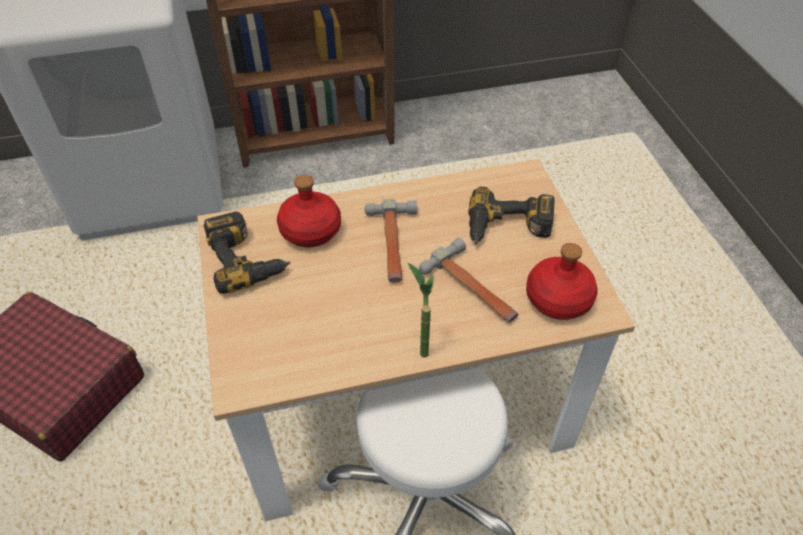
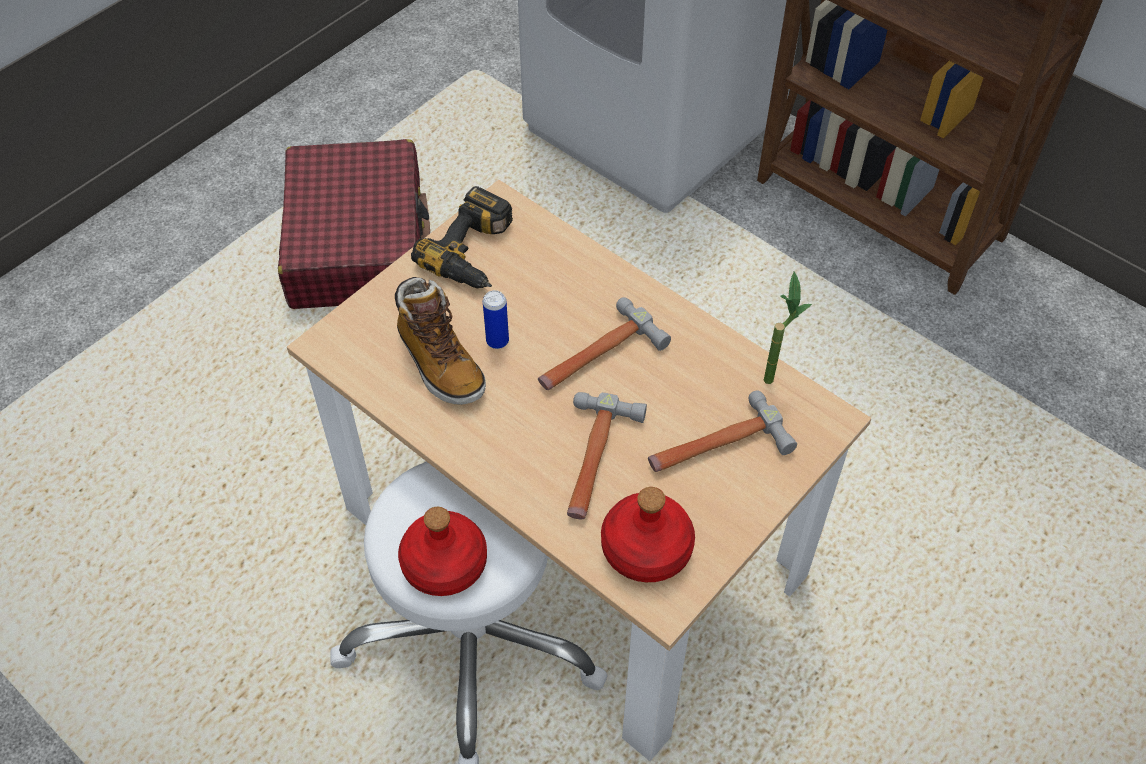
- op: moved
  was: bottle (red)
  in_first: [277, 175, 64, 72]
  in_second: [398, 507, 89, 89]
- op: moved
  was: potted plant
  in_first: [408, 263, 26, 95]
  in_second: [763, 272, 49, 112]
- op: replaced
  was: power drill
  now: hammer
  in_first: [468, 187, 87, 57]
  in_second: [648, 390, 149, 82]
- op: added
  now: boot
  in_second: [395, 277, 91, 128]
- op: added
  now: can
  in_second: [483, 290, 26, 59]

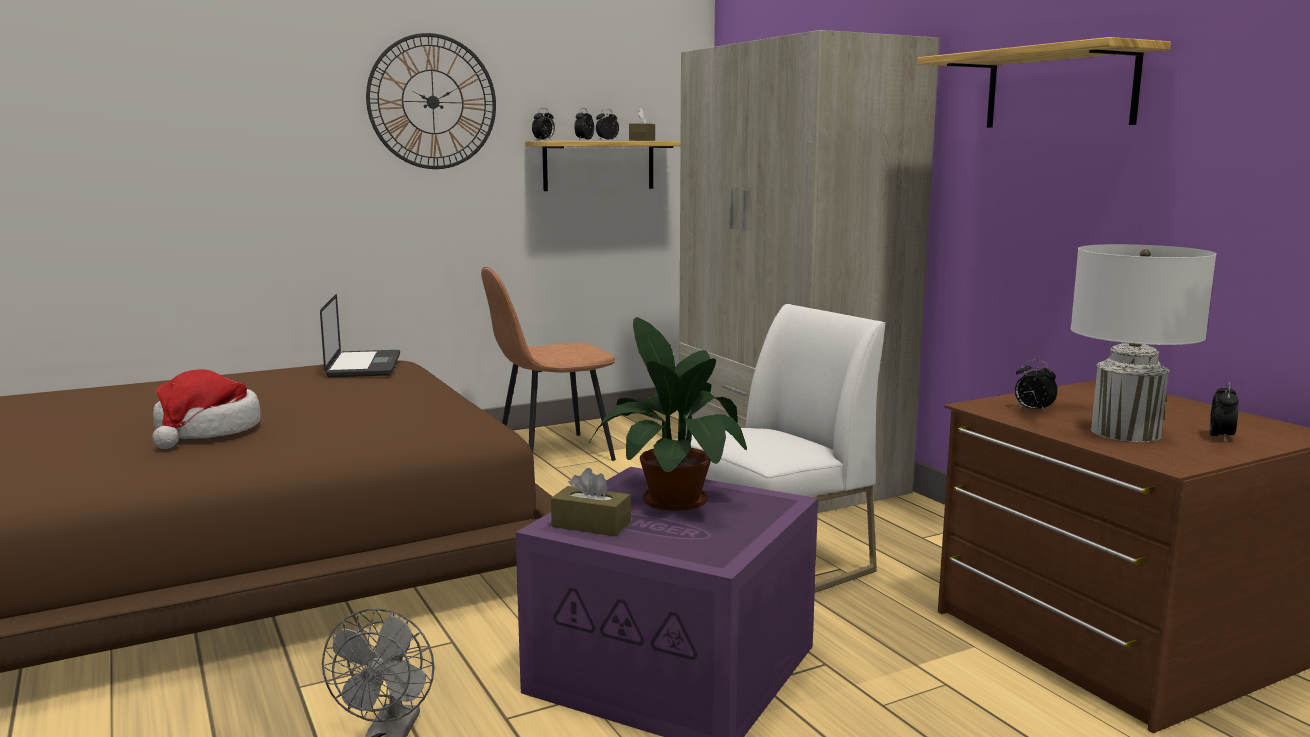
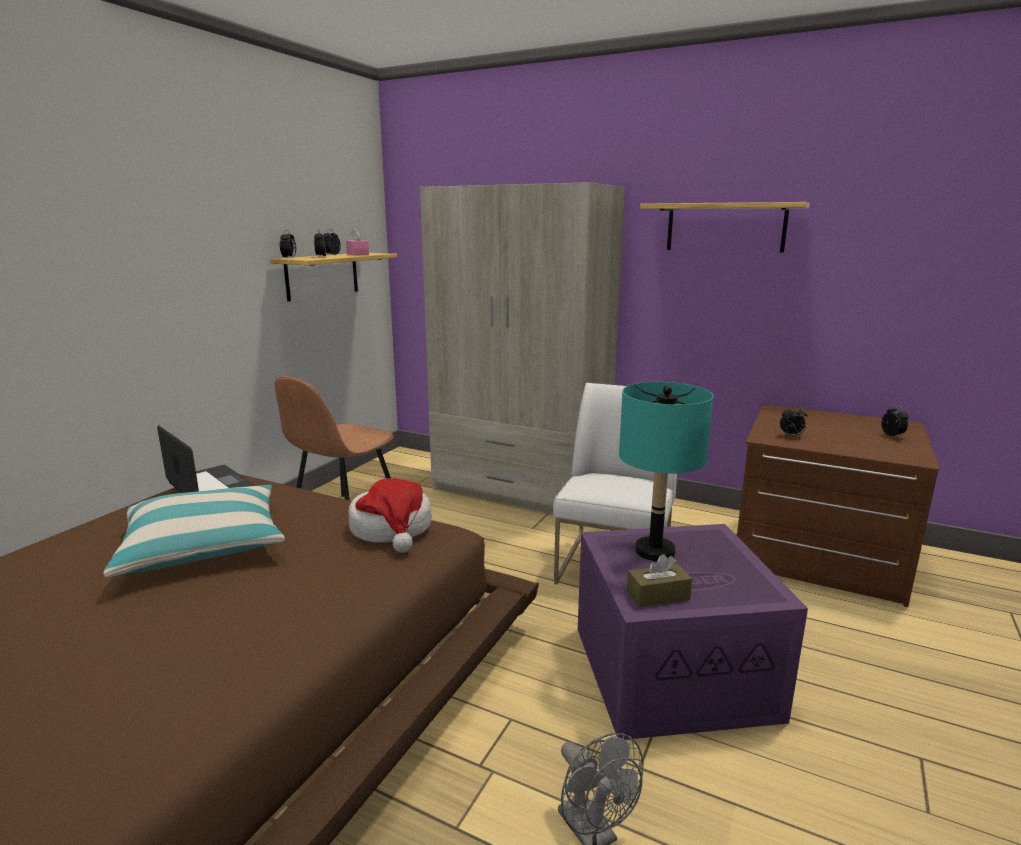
- op: moved
  was: hat
  in_first: [152, 369, 109, 80]
  in_second: [348, 478, 84, 75]
- op: removed
  was: wall clock
  in_first: [366, 33, 130, 136]
- op: replaced
  was: potted plant
  now: table lamp (turquoise)
  in_first: [589, 317, 158, 194]
  in_second: [619, 382, 95, 179]
- op: recoloured
  was: tissue box (brown)
  now: tissue box (pink)
  in_first: [629, 108, 26, 33]
  in_second: [346, 228, 23, 27]
- op: removed
  was: table lamp (white)
  in_first: [1071, 244, 145, 198]
- op: added
  now: pillow
  in_second: [103, 485, 182, 92]

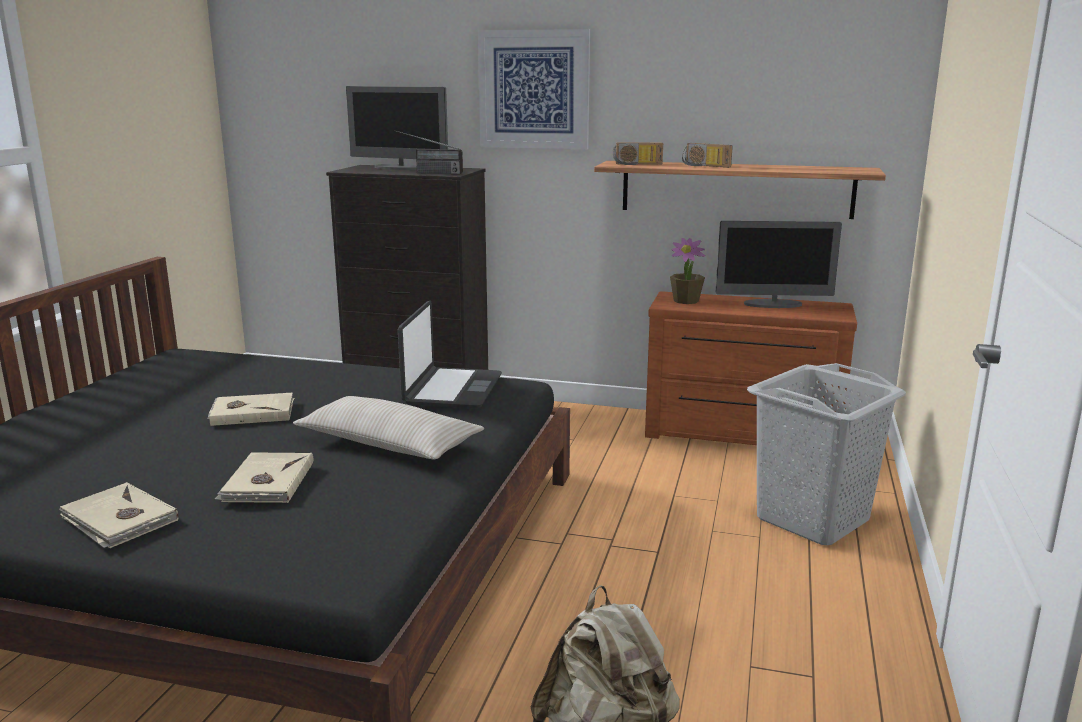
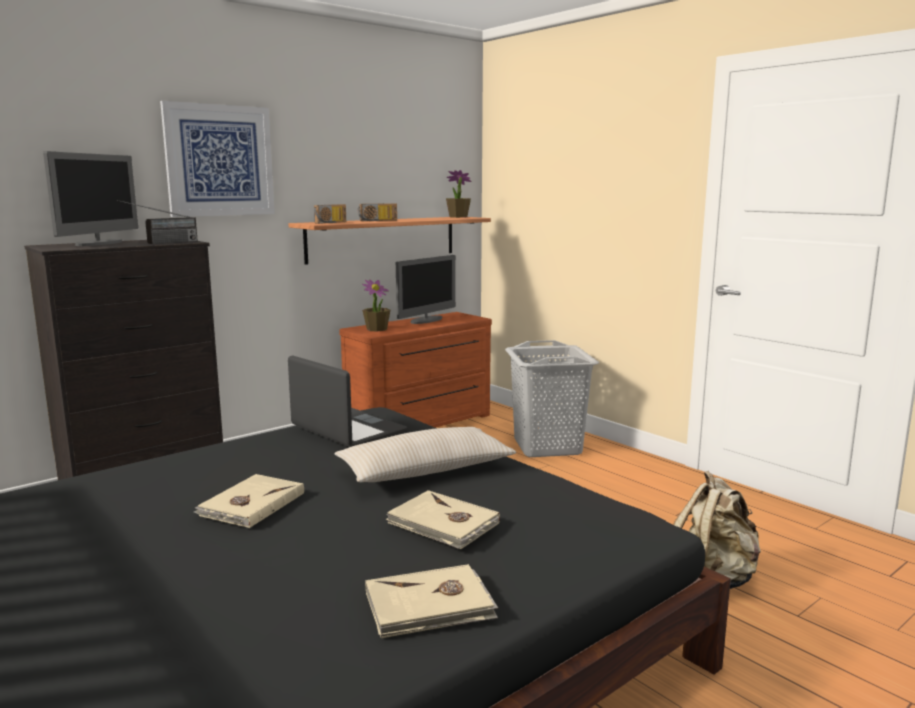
- op: turned
  was: monitor
  in_first: [346, 86, 102, 84]
  in_second: [43, 151, 95, 95]
  clockwise: -45
- op: added
  now: potted plant
  in_second: [446, 170, 25, 48]

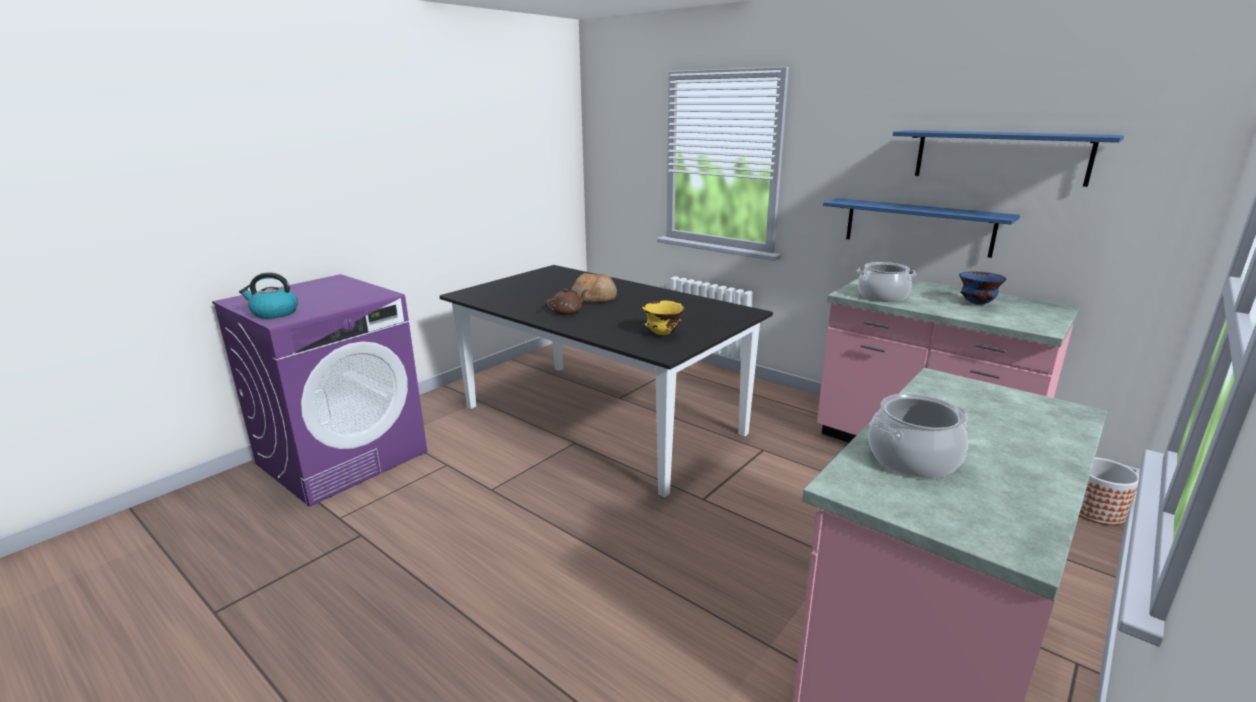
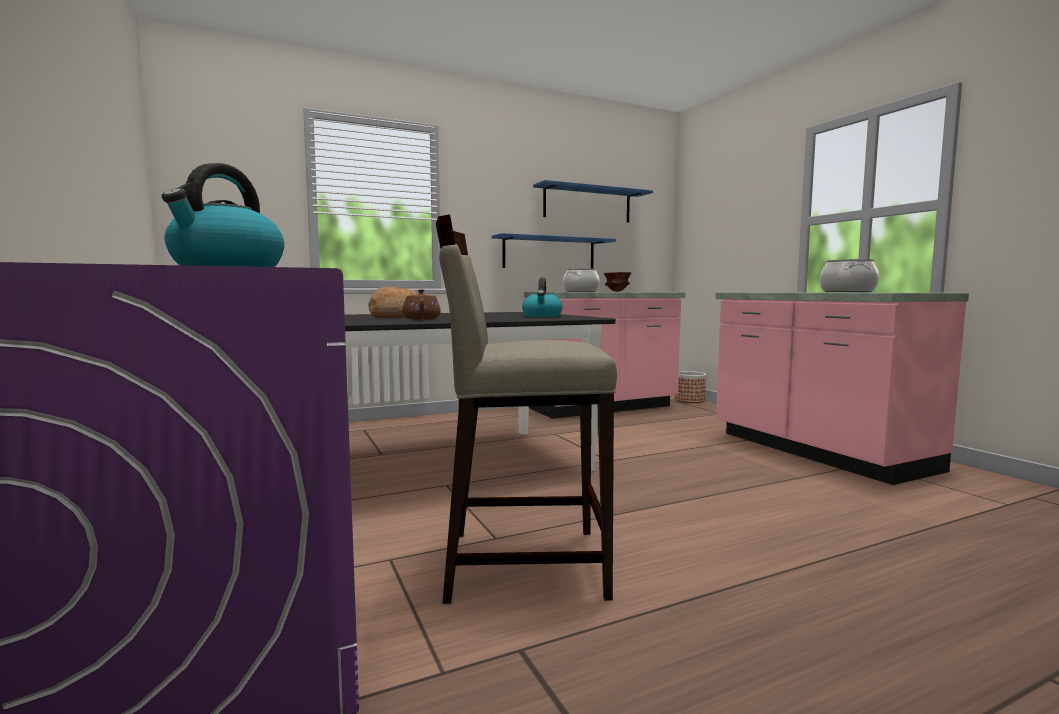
- op: replaced
  was: bowl (yellow)
  now: kettle
  in_first: [642, 300, 43, 35]
  in_second: [522, 278, 41, 39]
- op: recoloured
  was: bowl (blue)
  now: bowl (brown)
  in_first: [959, 272, 48, 33]
  in_second: [603, 272, 28, 20]
- op: added
  now: stool (beige)
  in_second: [436, 214, 181, 390]

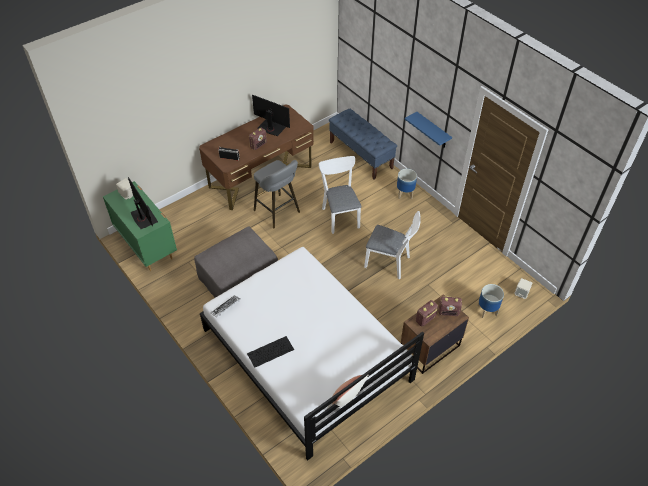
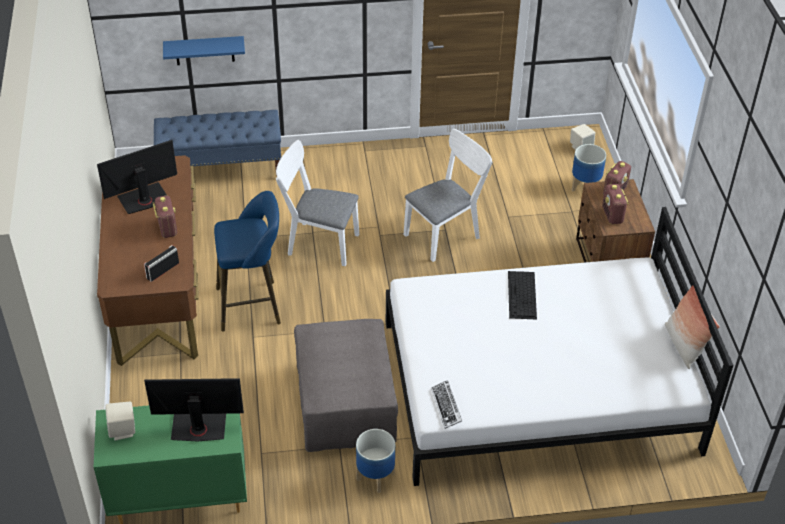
- op: moved
  was: keyboard
  in_first: [247, 336, 47, 32]
  in_second: [508, 271, 29, 49]
- op: recoloured
  was: stool (grey)
  now: stool (blue)
  in_first: [254, 160, 46, 69]
  in_second: [214, 191, 67, 141]
- op: moved
  was: planter
  in_first: [397, 169, 20, 30]
  in_second: [356, 429, 39, 64]
- op: moved
  was: shelf (blue)
  in_first: [405, 112, 47, 36]
  in_second: [163, 36, 82, 29]

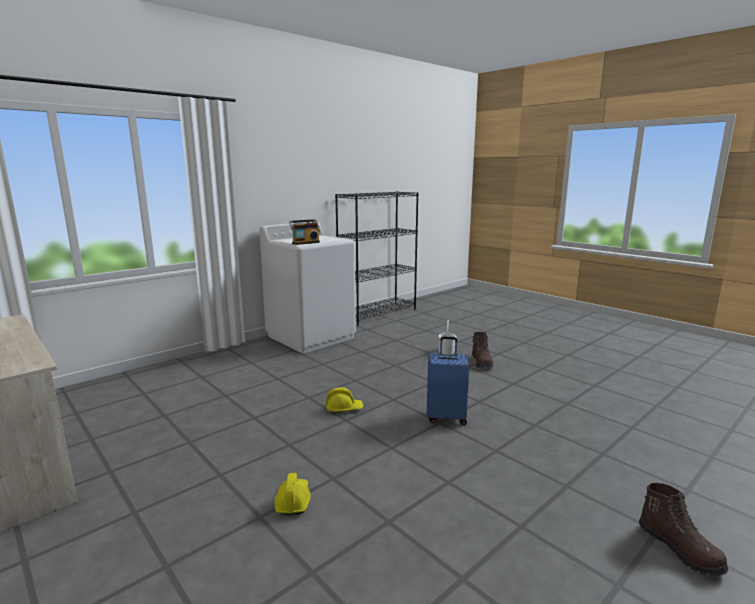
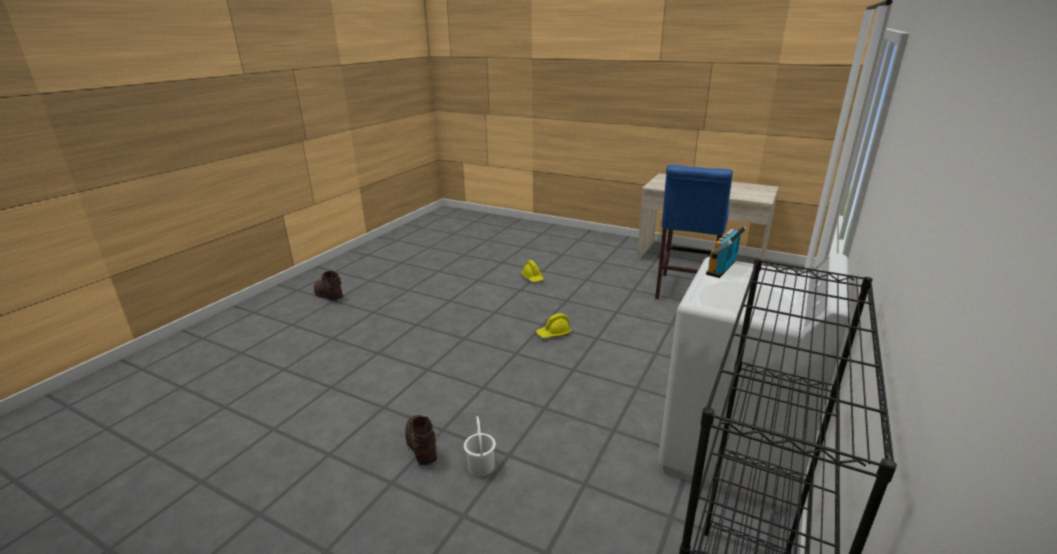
- op: removed
  was: suitcase (blue)
  in_first: [426, 337, 43, 88]
- op: added
  now: stool (blue)
  in_second: [655, 165, 78, 134]

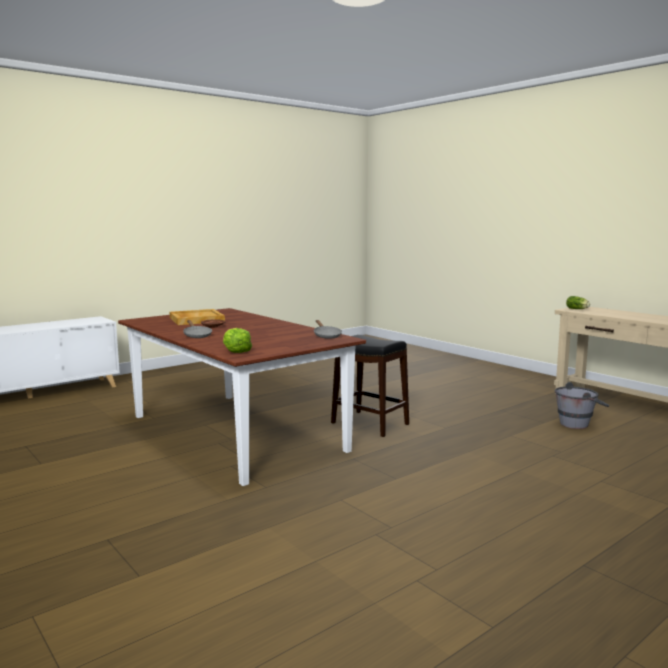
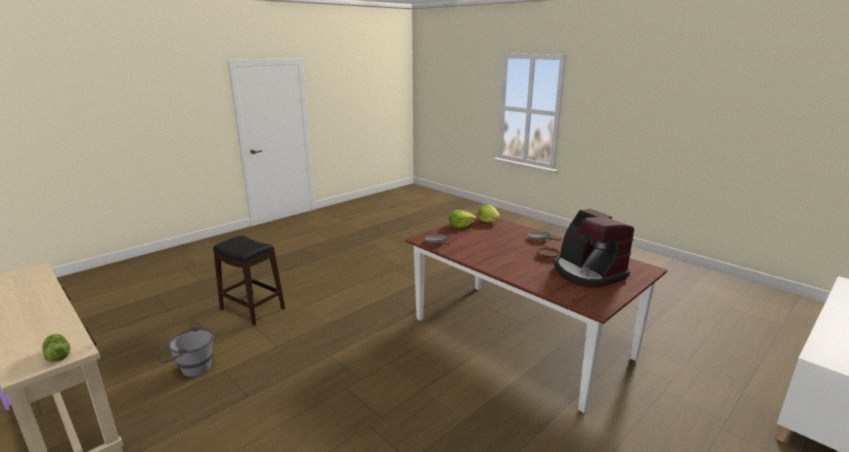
- op: replaced
  was: tray (beige)
  now: coffee machine
  in_first: [169, 309, 56, 16]
  in_second: [554, 209, 80, 79]
- op: moved
  was: stool (black)
  in_first: [331, 335, 78, 102]
  in_second: [213, 235, 72, 91]
- op: added
  now: lettuce
  in_second: [449, 210, 27, 18]

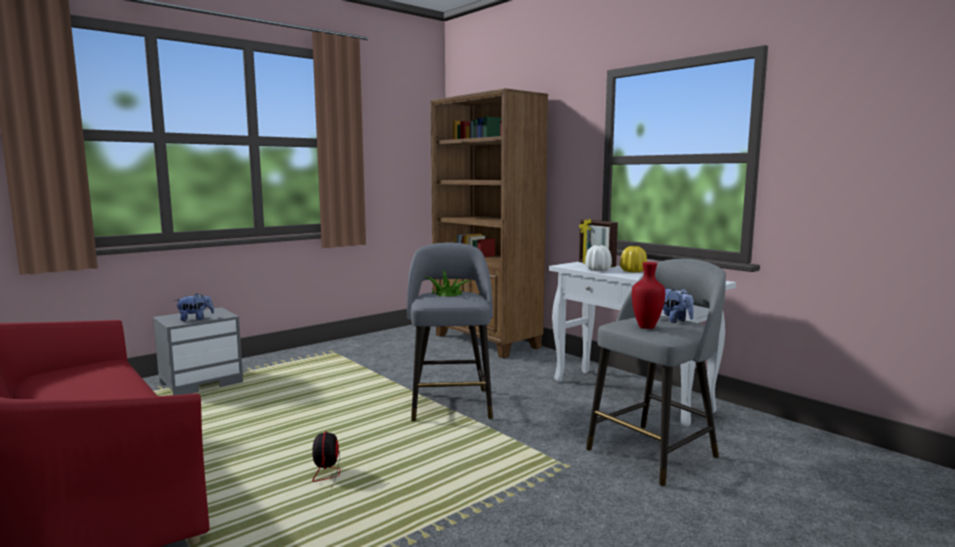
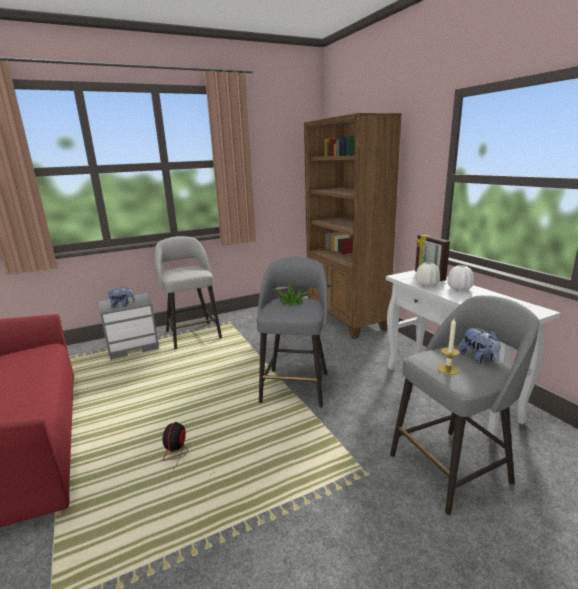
- op: recoloured
  was: vase (yellow)
  now: vase (white)
  in_first: [620, 246, 27, 27]
  in_second: [447, 265, 27, 25]
- op: replaced
  was: vase (red)
  now: candle
  in_first: [632, 262, 33, 67]
  in_second: [437, 319, 23, 56]
- op: added
  now: stool (grey)
  in_second: [155, 236, 67, 113]

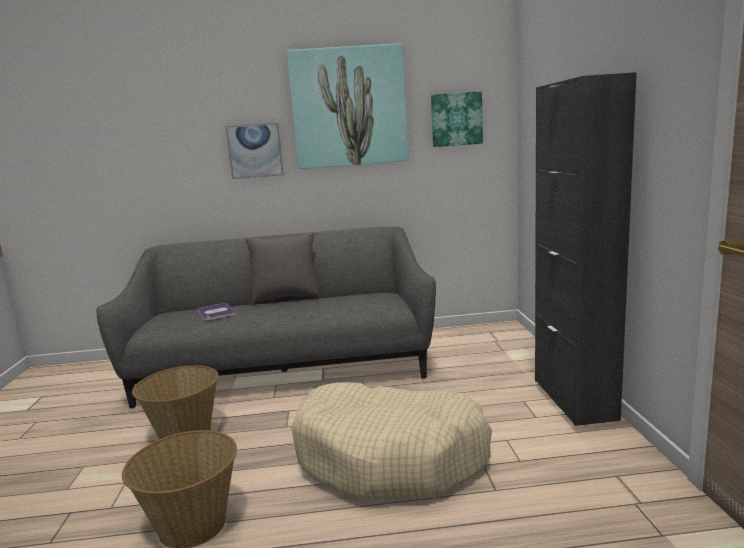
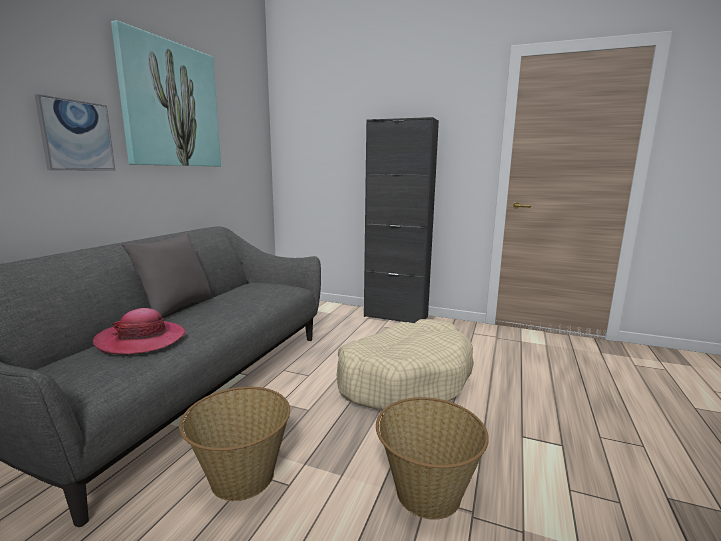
- op: replaced
  was: book
  now: hat
  in_first: [198, 303, 38, 18]
  in_second: [93, 308, 93, 47]
- op: removed
  was: picture
  in_first: [431, 91, 52, 56]

